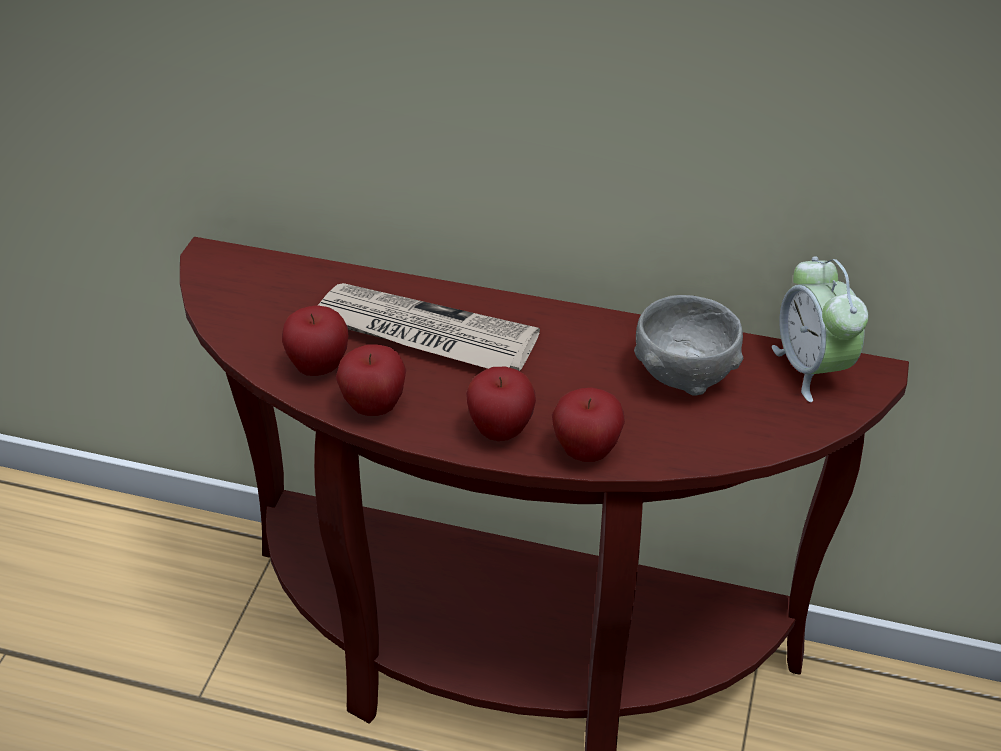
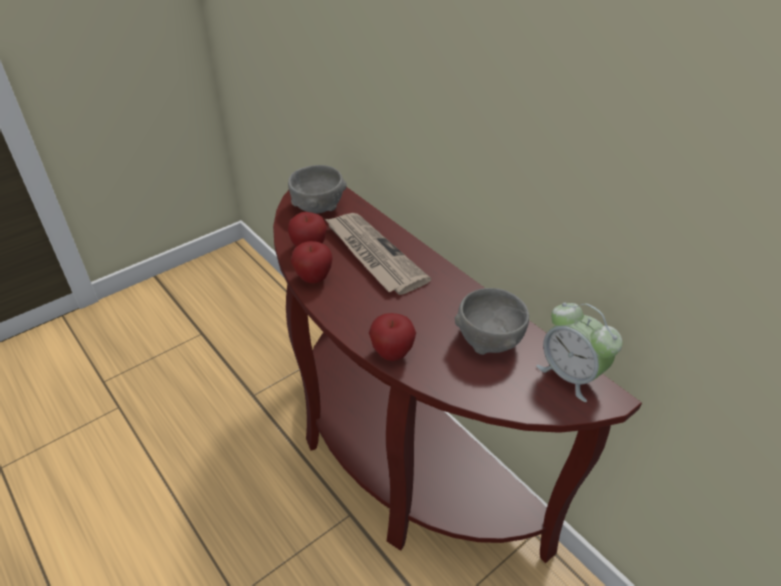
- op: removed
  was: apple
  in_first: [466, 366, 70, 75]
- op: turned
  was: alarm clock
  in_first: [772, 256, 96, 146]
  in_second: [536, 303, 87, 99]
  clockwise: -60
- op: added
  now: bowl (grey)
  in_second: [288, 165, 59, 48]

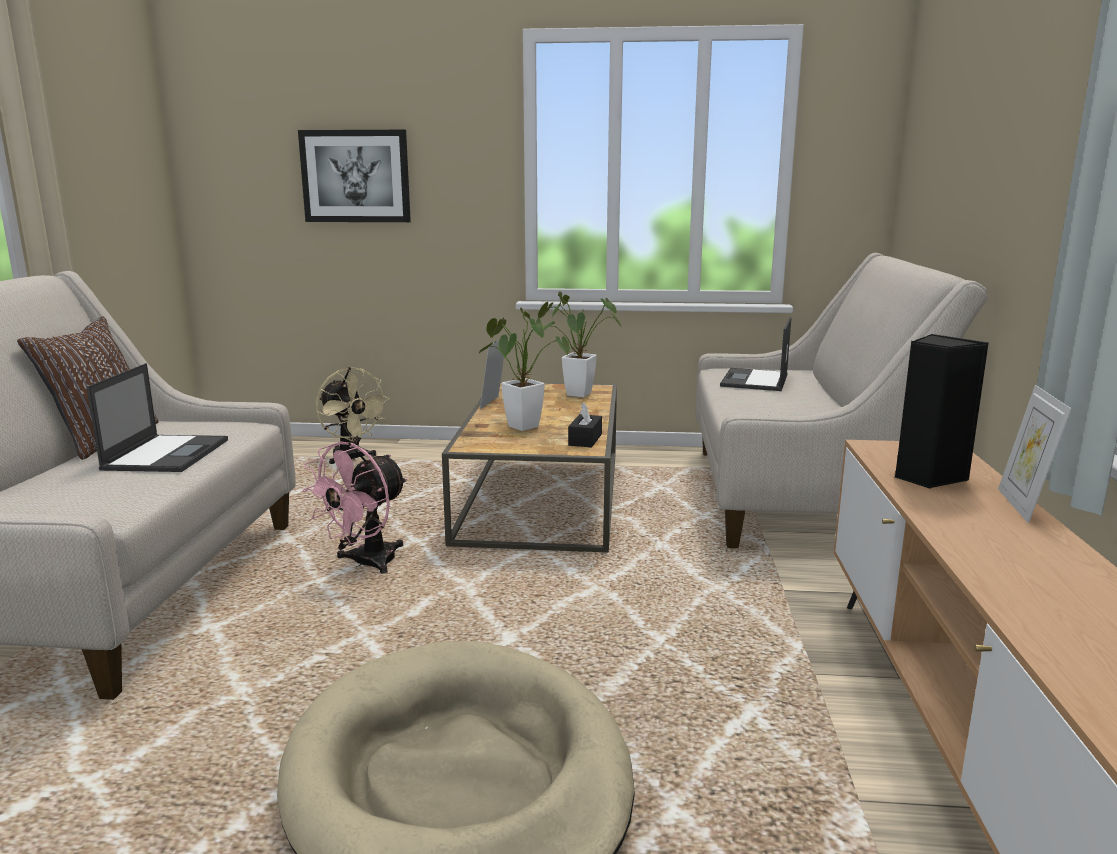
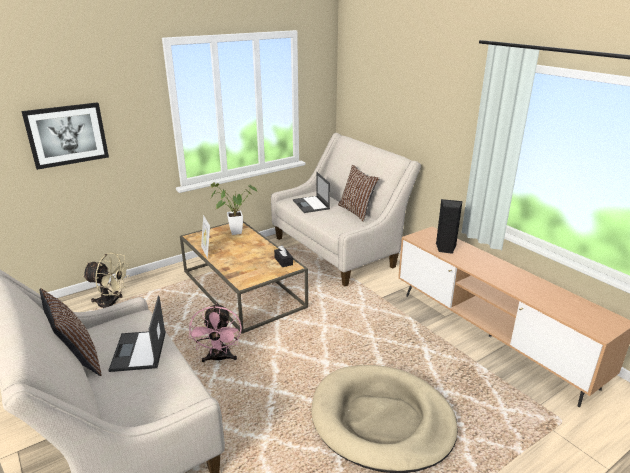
- op: turned
  was: laptop
  in_first: [87, 363, 141, 109]
  in_second: [108, 296, 58, 76]
  clockwise: -150
- op: removed
  was: potted plant
  in_first: [479, 307, 91, 124]
- op: removed
  was: picture frame
  in_first: [998, 385, 74, 138]
- op: added
  now: pillow (brown)
  in_second: [338, 165, 42, 57]

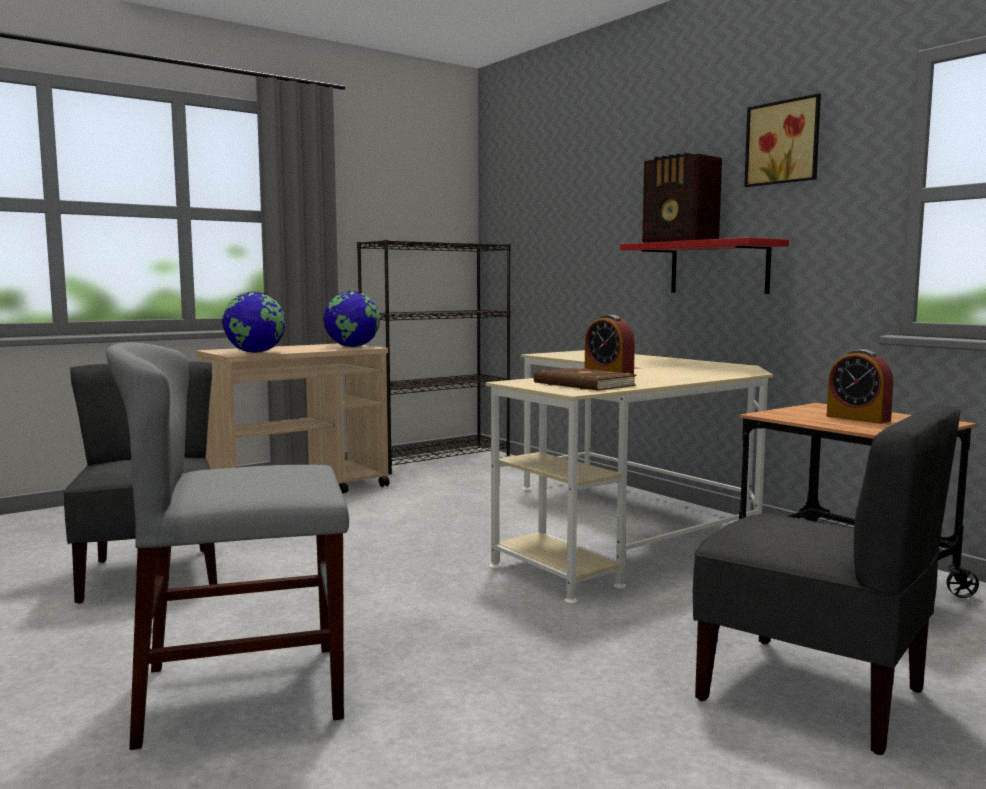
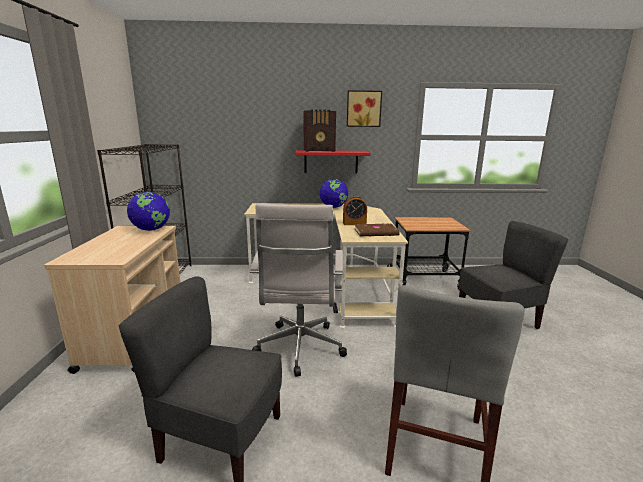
- op: moved
  was: globe
  in_first: [222, 292, 64, 61]
  in_second: [319, 179, 29, 29]
- op: removed
  was: alarm clock
  in_first: [827, 349, 66, 75]
- op: added
  now: office chair (white)
  in_second: [250, 204, 97, 173]

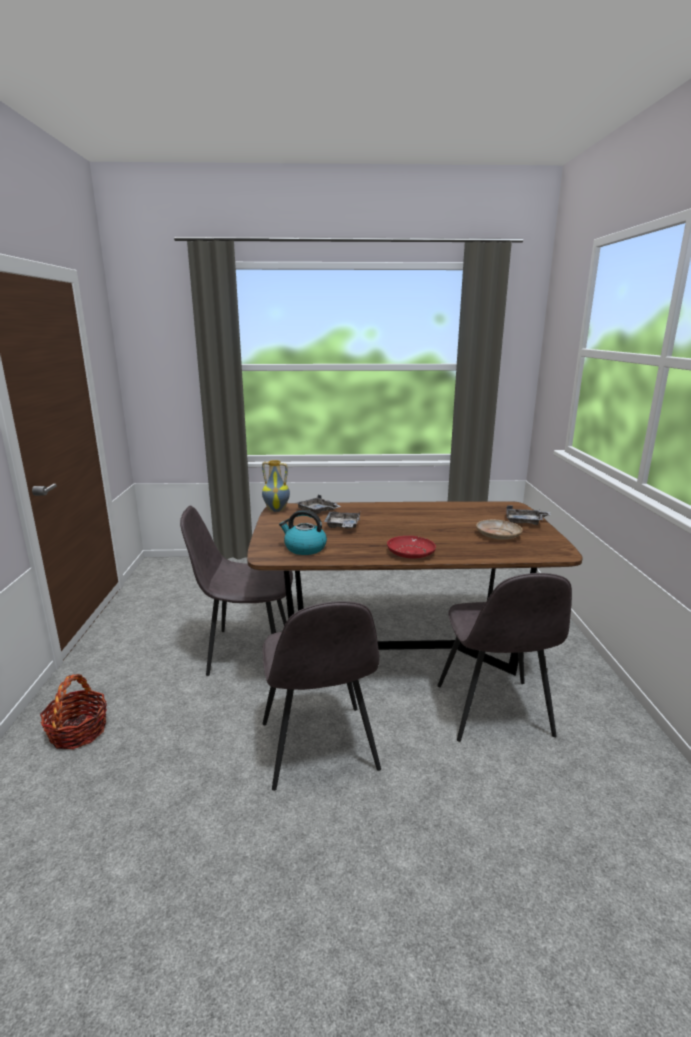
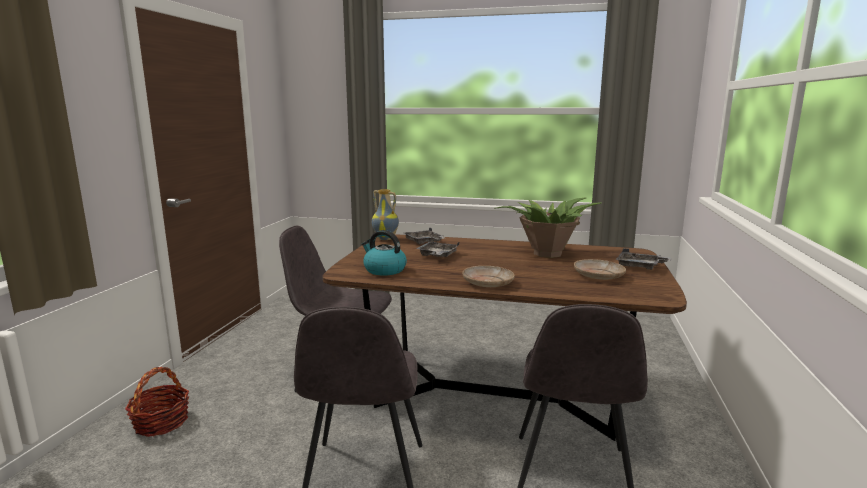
- op: recoloured
  was: plate (red)
  now: plate (beige)
  in_first: [387, 536, 49, 22]
  in_second: [463, 266, 52, 21]
- op: added
  now: potted plant
  in_second: [494, 197, 108, 61]

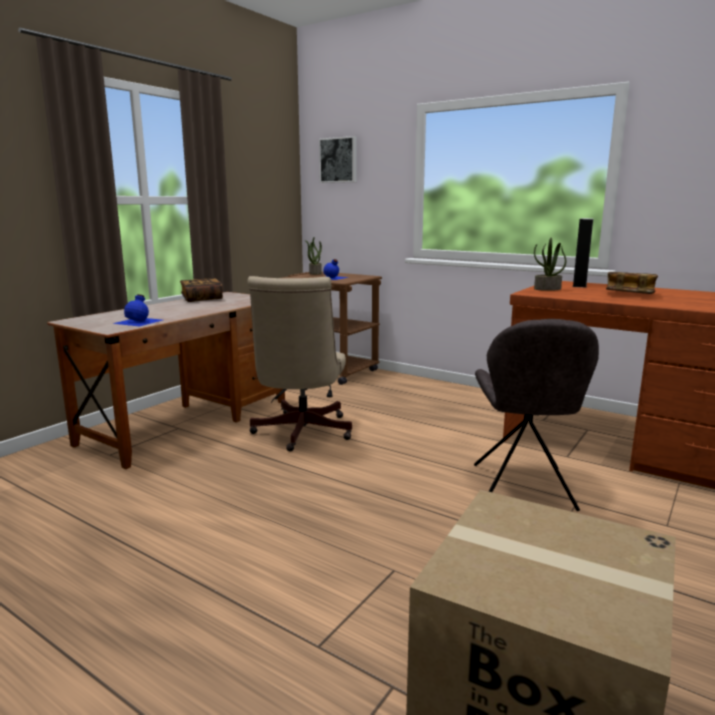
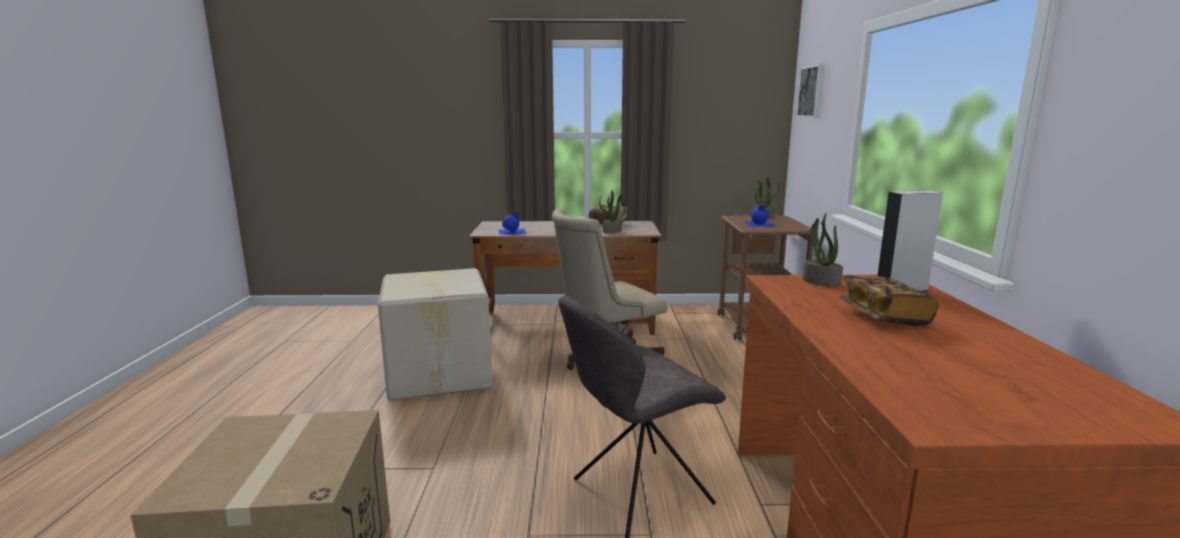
- op: added
  now: cardboard box
  in_second: [378, 268, 115, 133]
- op: added
  now: potted plant
  in_second: [599, 190, 26, 43]

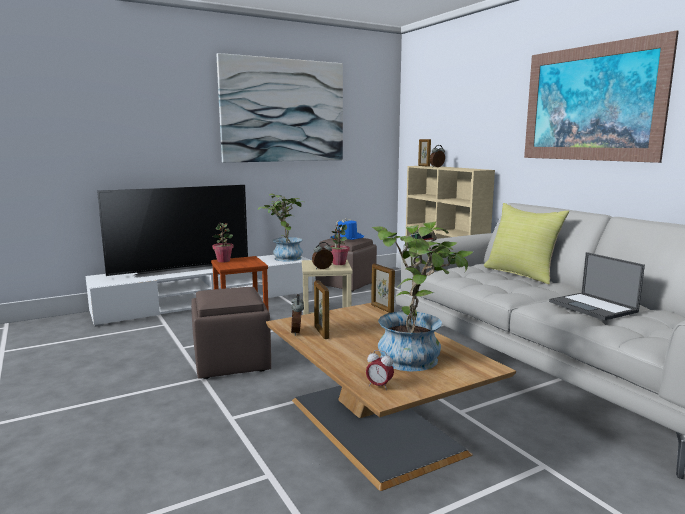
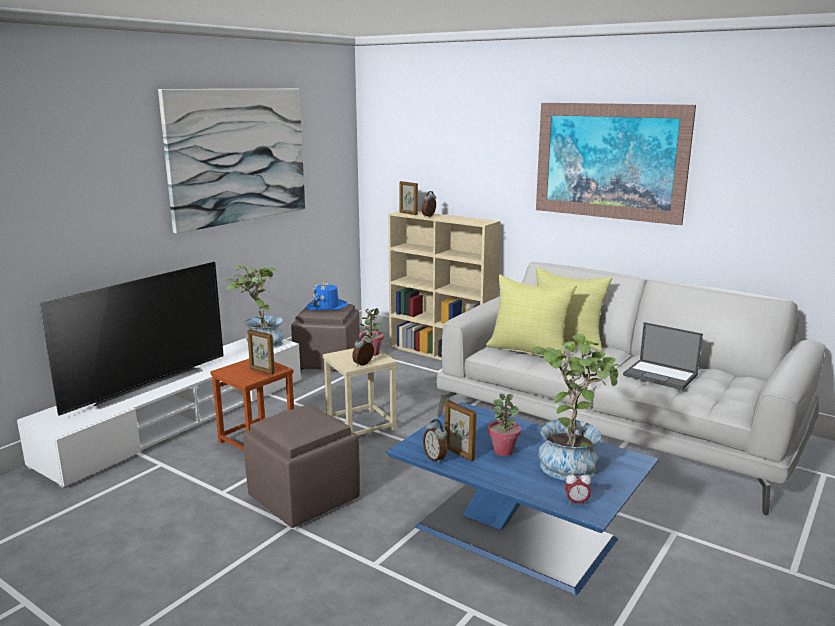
- op: moved
  was: potted plant
  in_first: [212, 223, 22, 40]
  in_second: [488, 394, 33, 62]
- op: recoloured
  was: coffee table (brown)
  now: coffee table (blue)
  in_first: [266, 303, 250, 188]
  in_second: [386, 402, 273, 193]
- op: moved
  was: picture frame
  in_first: [371, 264, 24, 49]
  in_second: [247, 329, 28, 46]
- op: added
  now: pillow (yellow)
  in_second: [486, 274, 91, 88]

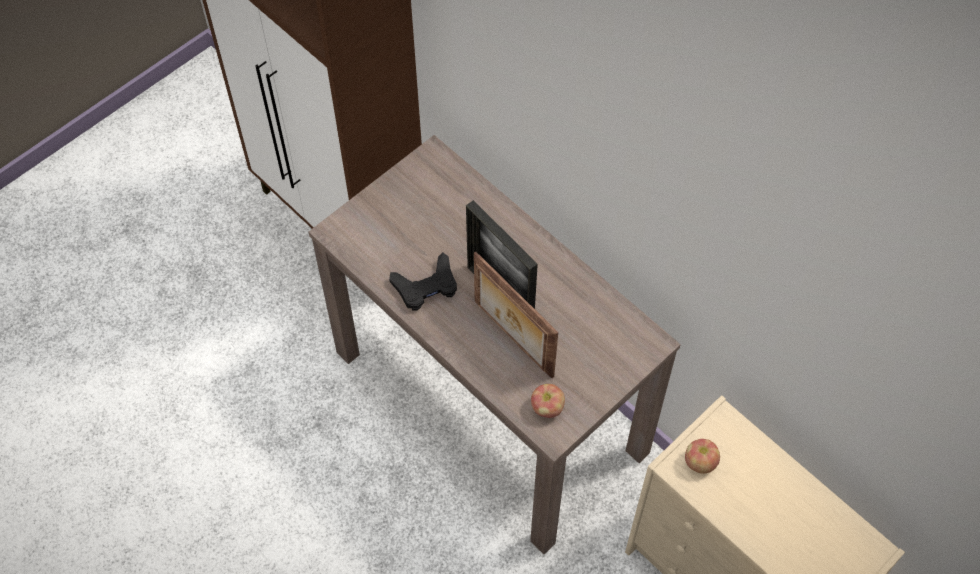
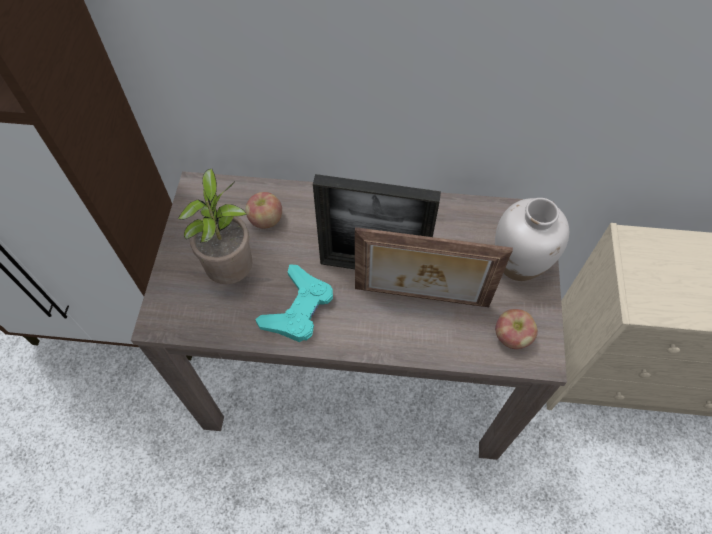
- op: recoloured
  was: game controller (black)
  now: game controller (turquoise)
  in_first: [389, 253, 68, 58]
  in_second: [255, 264, 78, 78]
- op: moved
  was: apple
  in_first: [685, 439, 35, 35]
  in_second: [245, 192, 37, 37]
- op: added
  now: potted plant
  in_second: [177, 168, 75, 116]
- op: added
  now: vase (white)
  in_second: [495, 198, 74, 83]

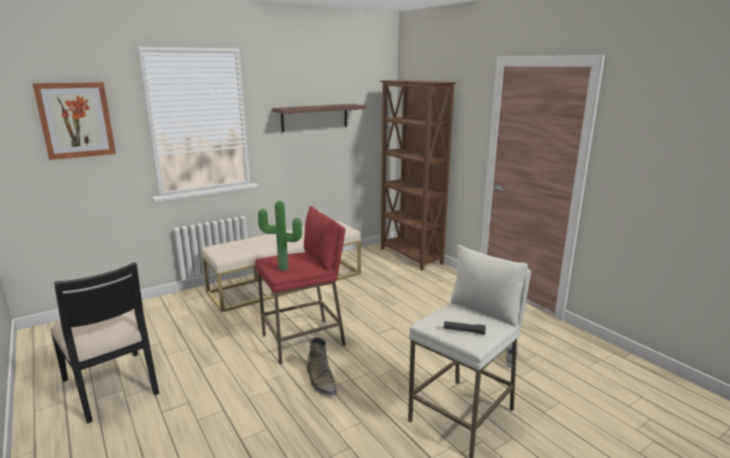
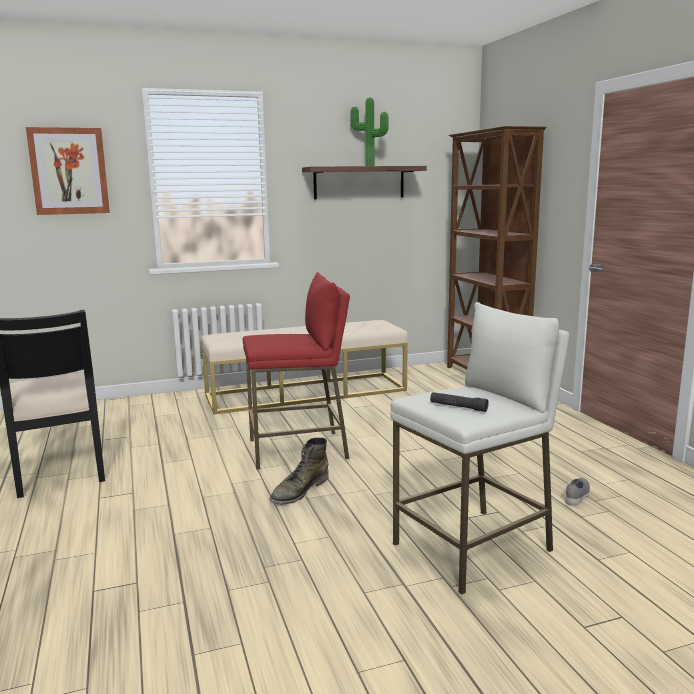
- op: moved
  was: potted plant
  in_first: [258, 201, 44, 70]
  in_second: [350, 98, 39, 68]
- op: turned
  was: boot (green)
  in_first: [307, 337, 30, 59]
  in_second: [270, 437, 59, 68]
  clockwise: 45

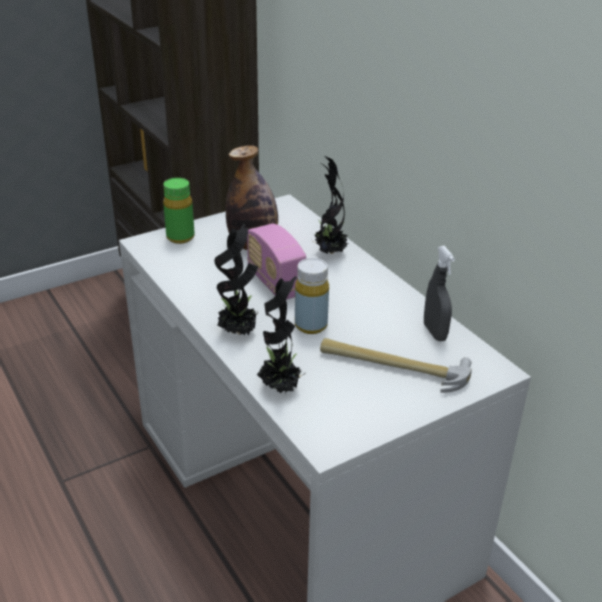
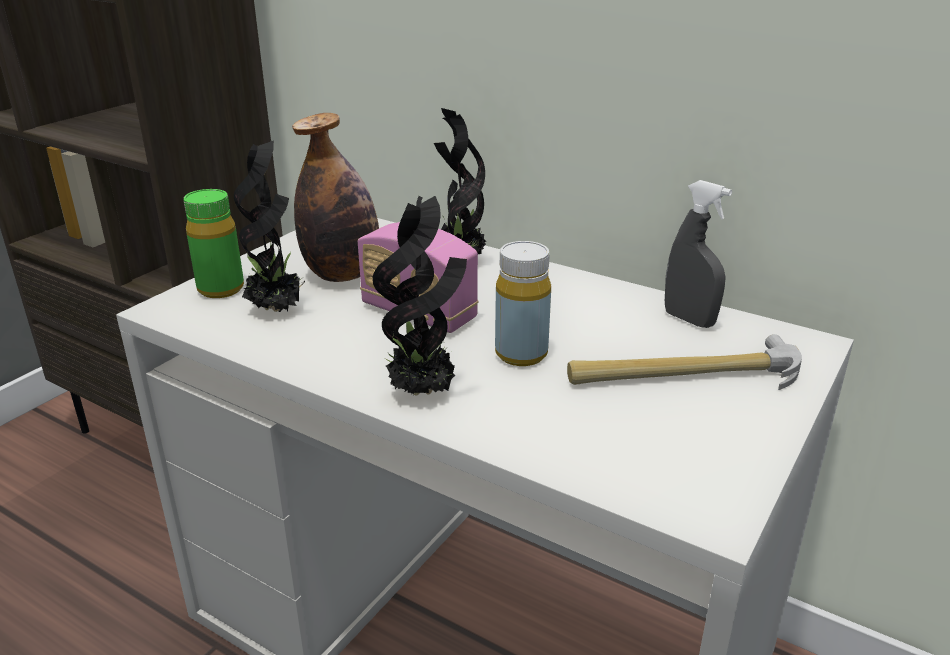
- op: moved
  was: potted plant
  in_first: [257, 276, 48, 118]
  in_second: [234, 140, 71, 172]

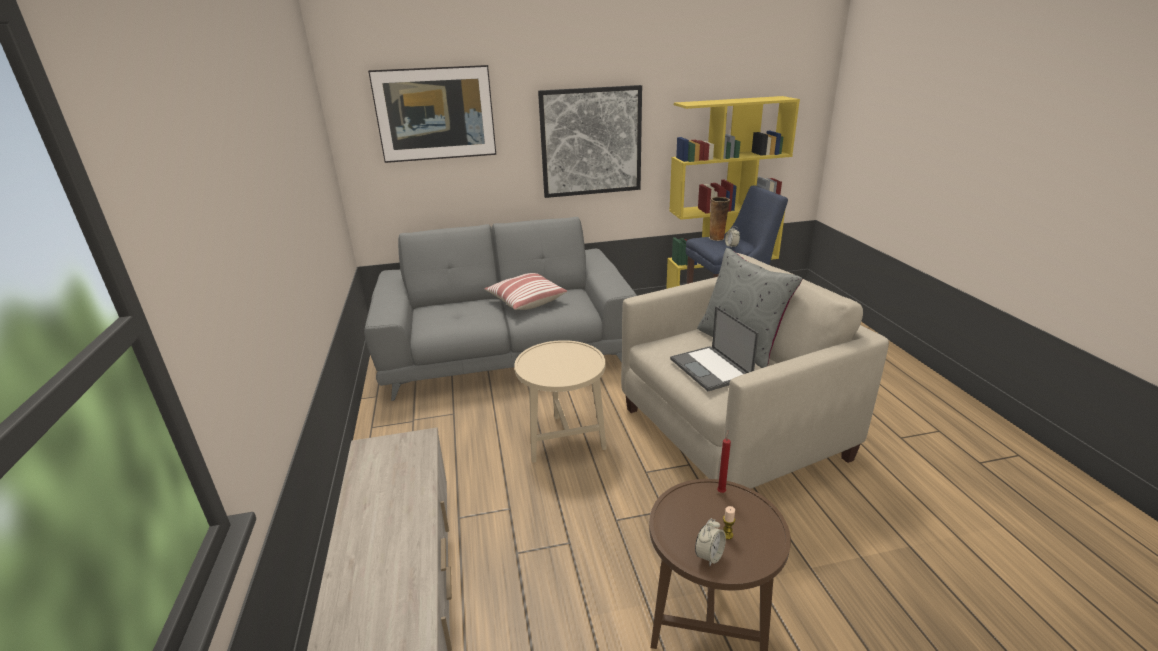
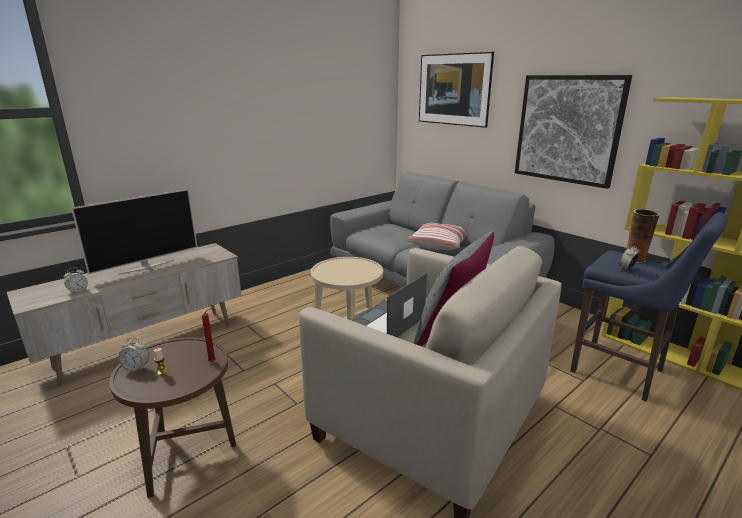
- op: added
  now: alarm clock
  in_second: [64, 267, 24, 27]
- op: added
  now: television
  in_second: [71, 189, 126, 86]

